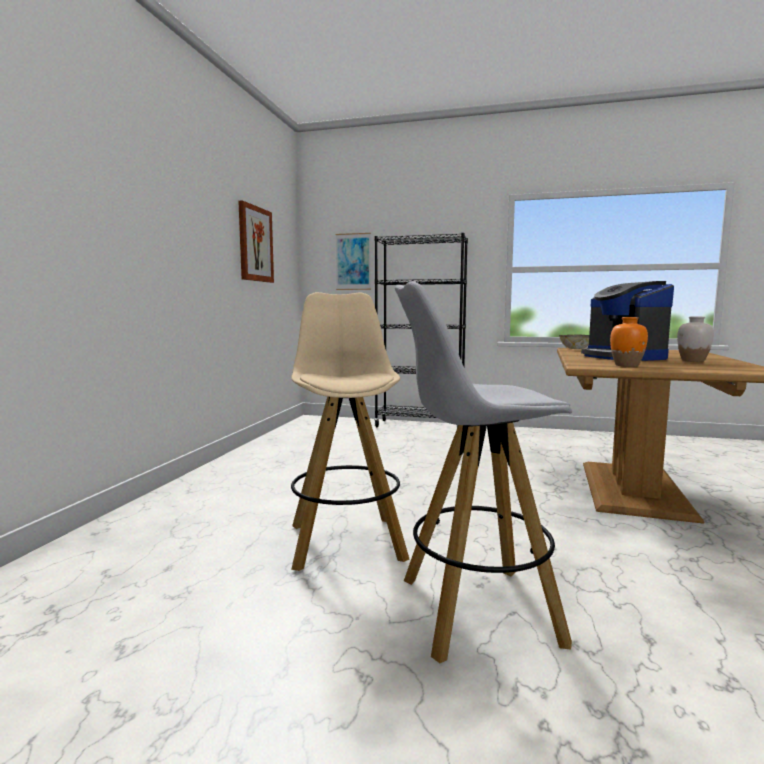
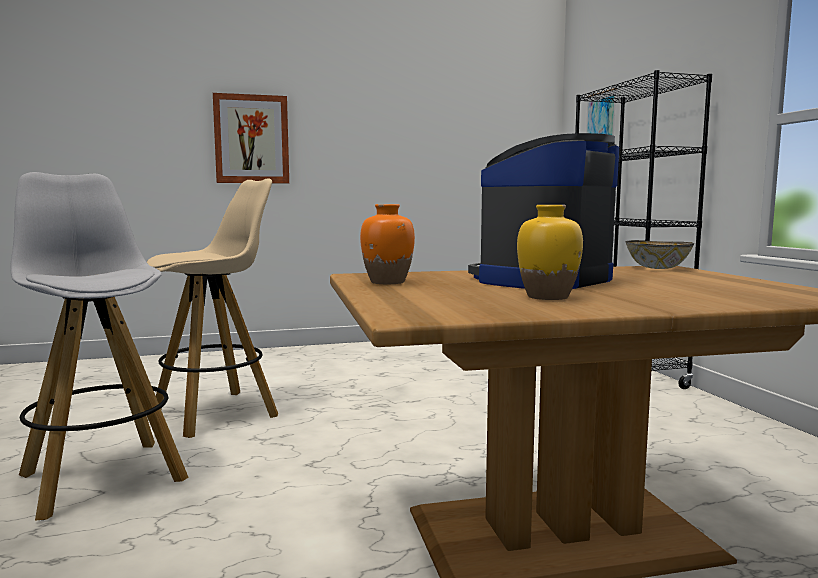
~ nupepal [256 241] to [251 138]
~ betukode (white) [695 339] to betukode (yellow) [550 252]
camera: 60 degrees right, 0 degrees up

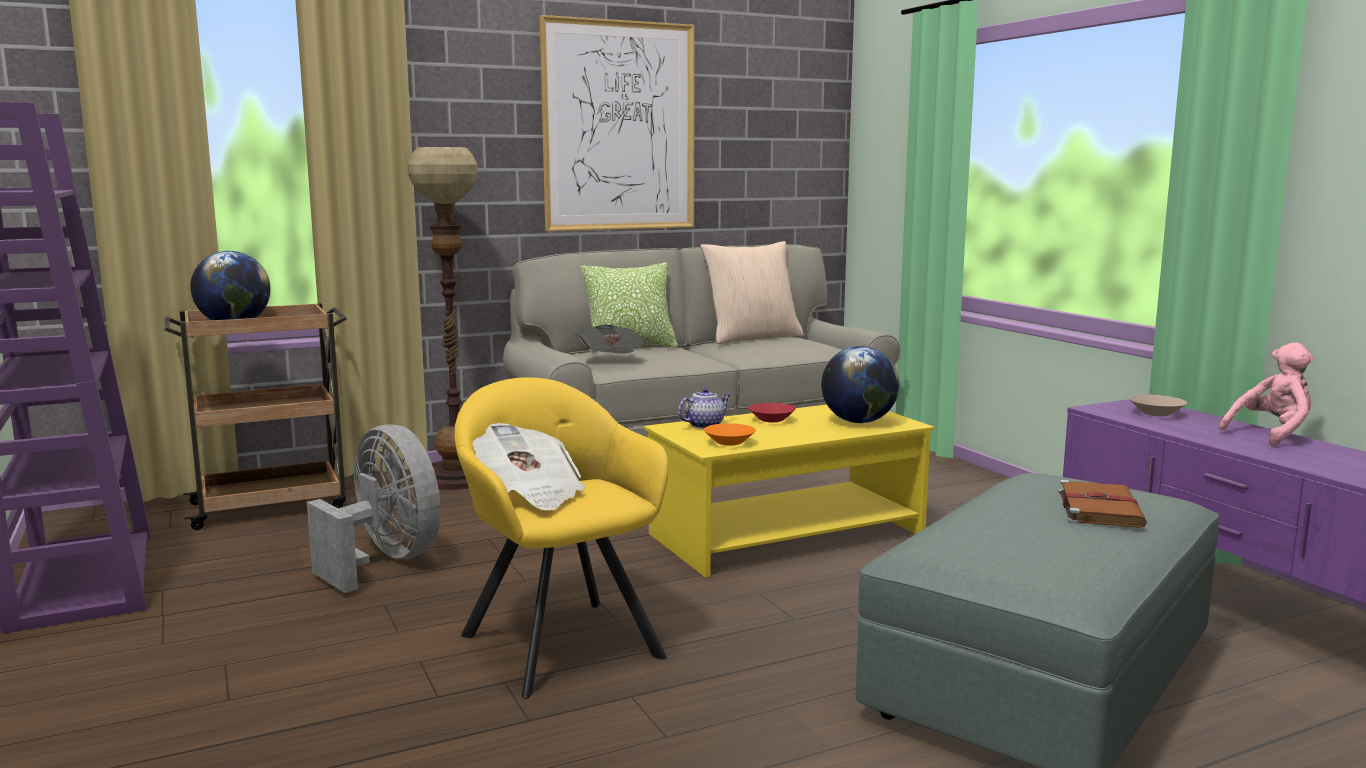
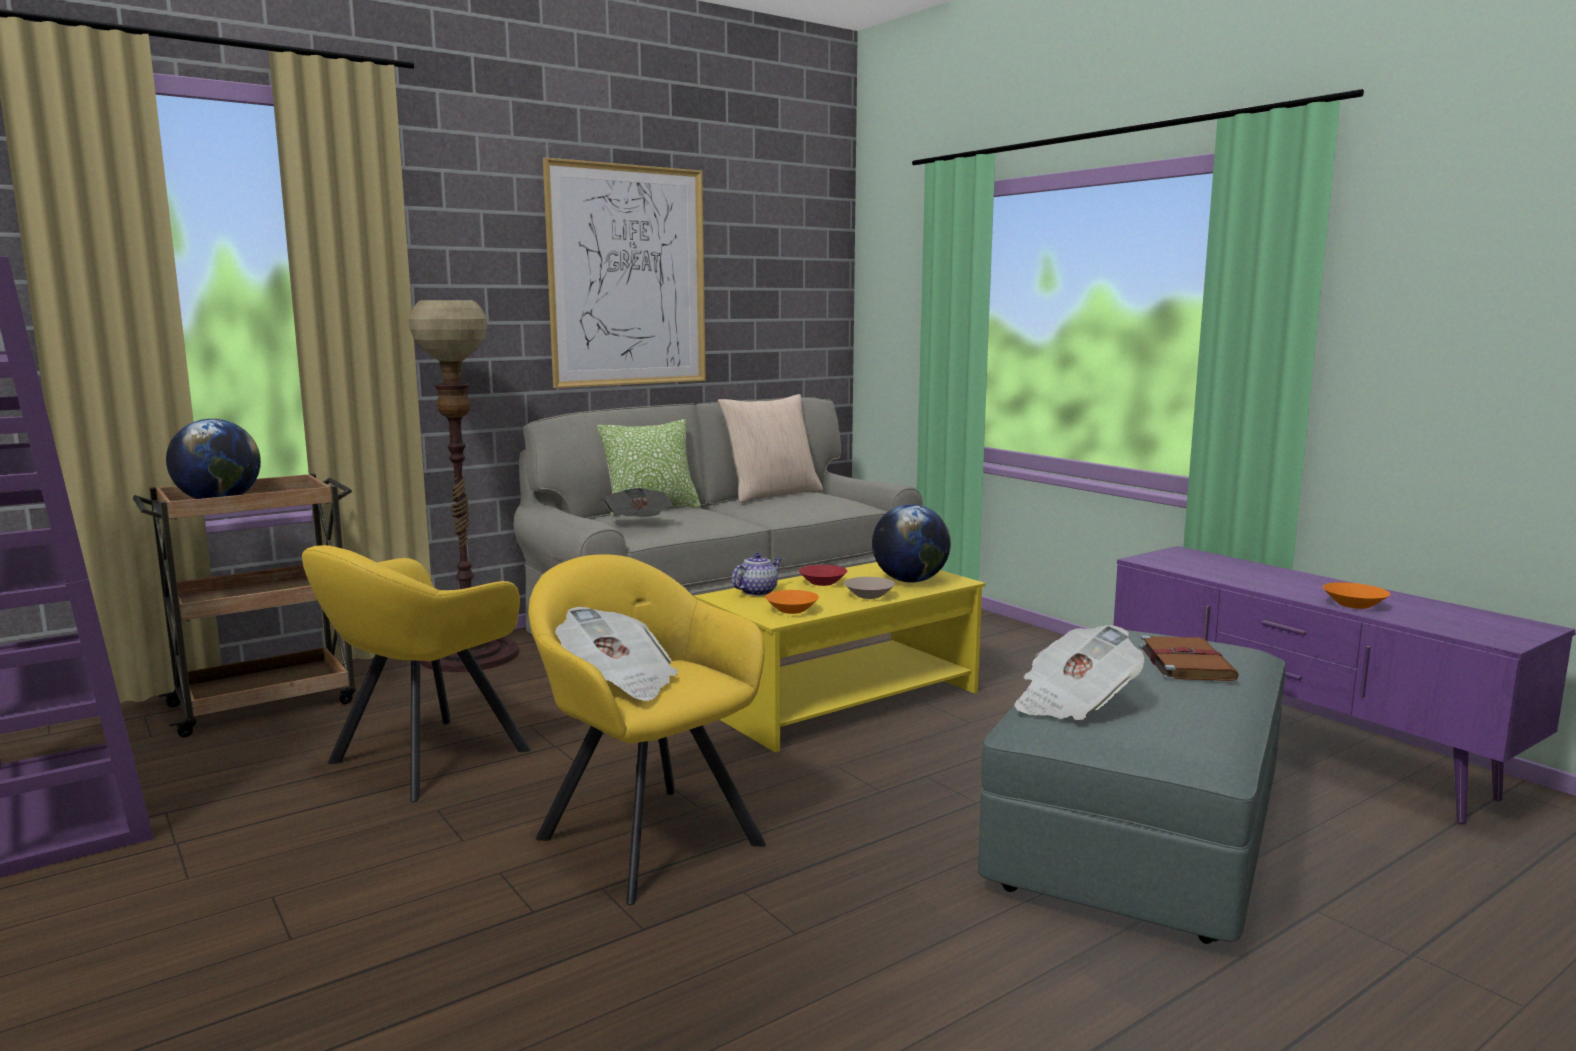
~ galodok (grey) [373 508] to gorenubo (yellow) [416 673]
~ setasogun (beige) [1158 405] to [869 588]
+ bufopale [1079 672]
+ setasogun (orange) [1356 595]
- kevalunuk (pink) [1266 394]
camera: 10 degrees left, 0 degrees up

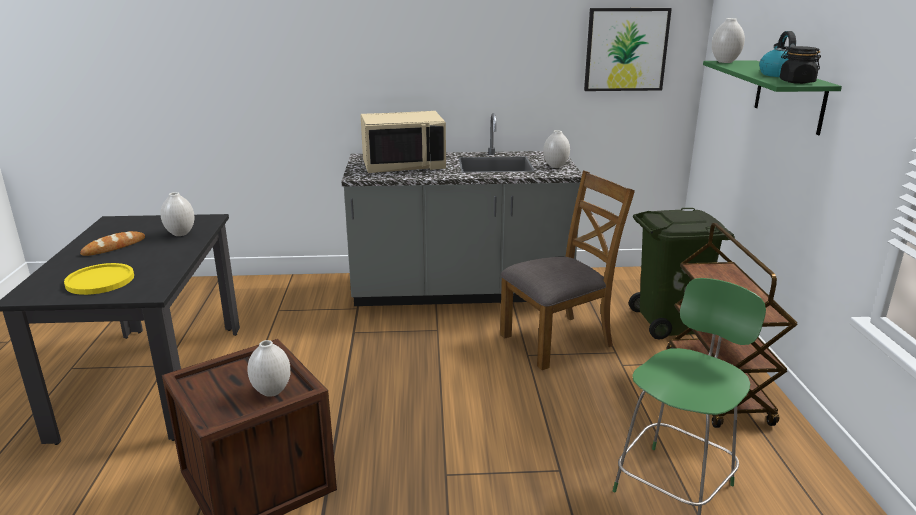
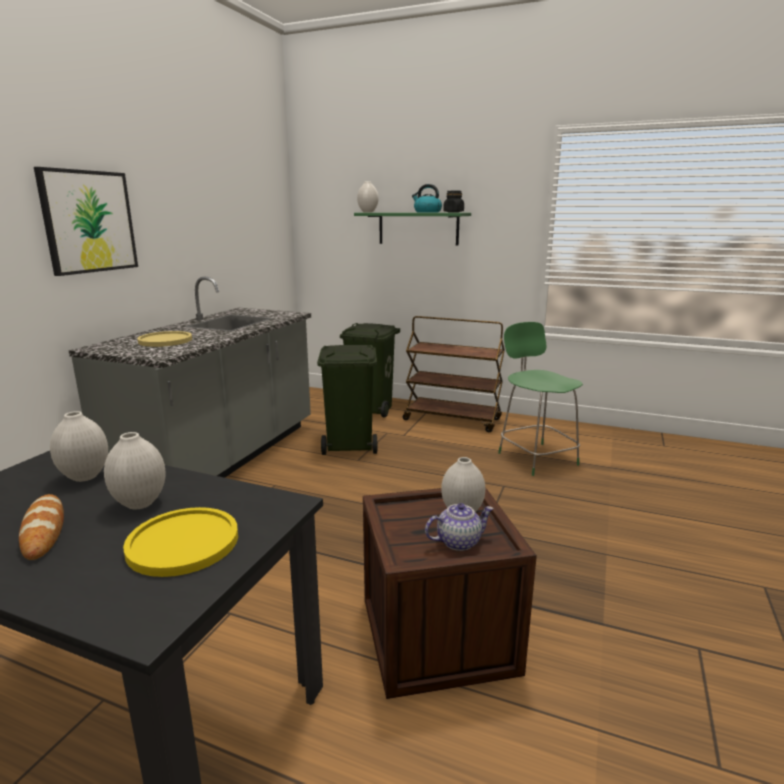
~ nupepal [628 49] to [86 221]
~ betukode (white) [556 149] to [135 470]
~ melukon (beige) [403 142] to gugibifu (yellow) [164 339]
~ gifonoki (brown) [567 270] to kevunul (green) [347 400]
+ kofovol [459 527]
camera: 65 degrees left, 5 degrees down

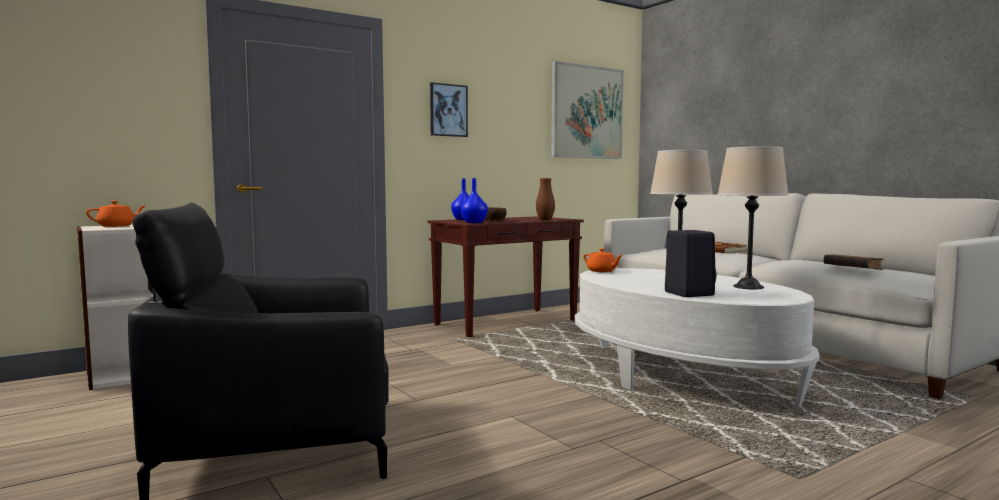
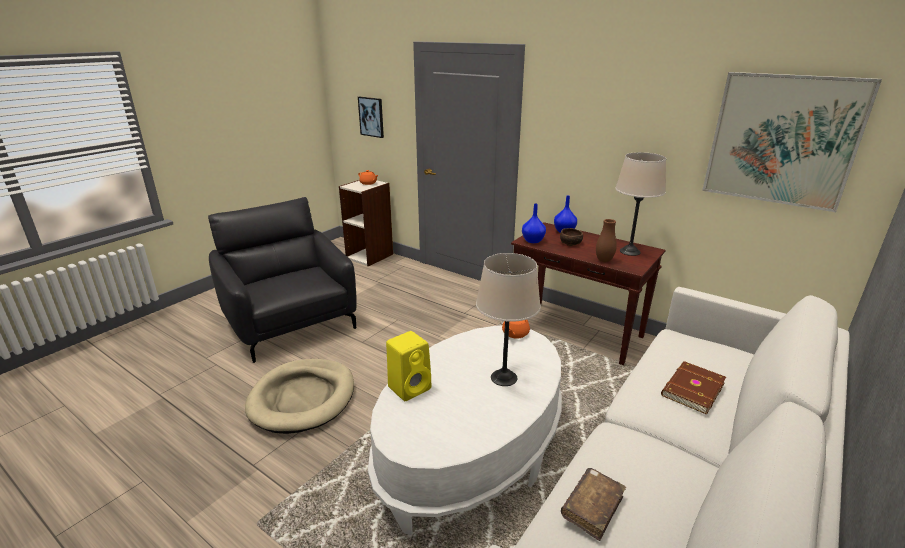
+ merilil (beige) [299 396]
~ nupepal [449 109] to [371 117]
~ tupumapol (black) [690 263] to tupumapol (yellow) [408 366]
~ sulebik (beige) [753 217] to [640 204]
camera: 70 degrees right, 20 degrees up

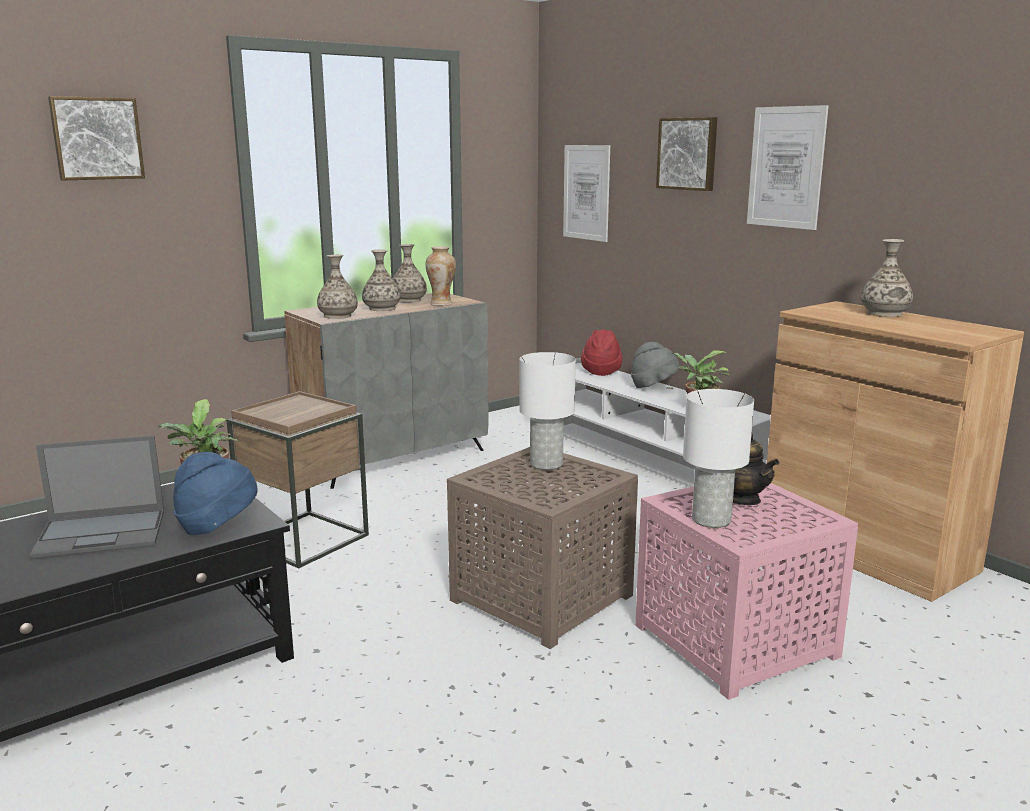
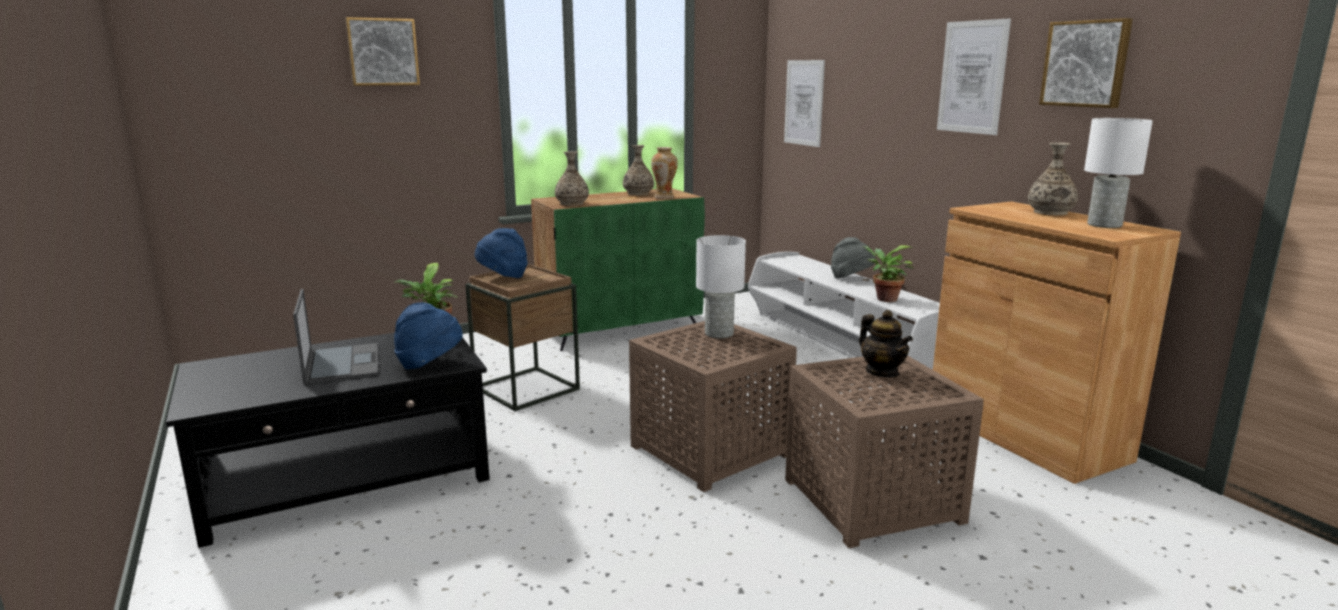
~ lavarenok [97 496] = [335 336] 105 degrees counterclockwise
+ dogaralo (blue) [501 253]
~ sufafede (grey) [386 391] to sufafede (green) [618 269]
~ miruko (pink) [746 591] to miruko (brown) [884 451]
~ nupepal [686 154] to [1086 63]
~ sulebik (white) [718 458] to [1118 173]
- betukode [381 280]
- dogaralo (red) [601 352]
camera: 10 degrees right, 0 degrees up

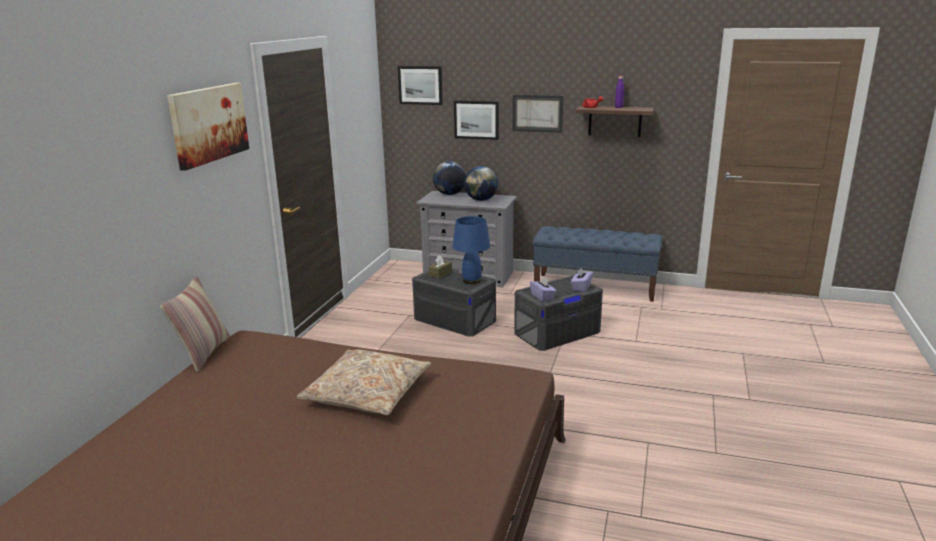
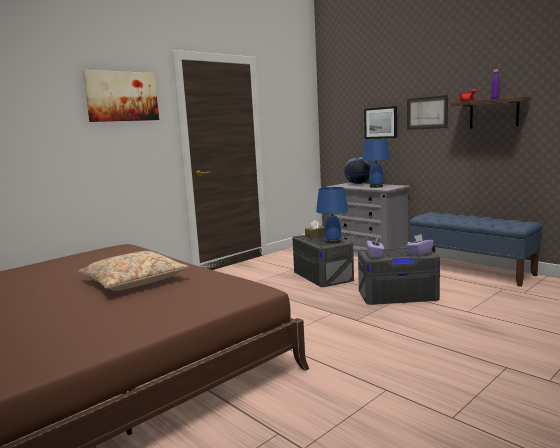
~ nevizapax [481 183] to sulebik (blue) [376 163]
- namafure [195 324]
- nupepal [420 85]
camera: 30 degrees right, 10 degrees down

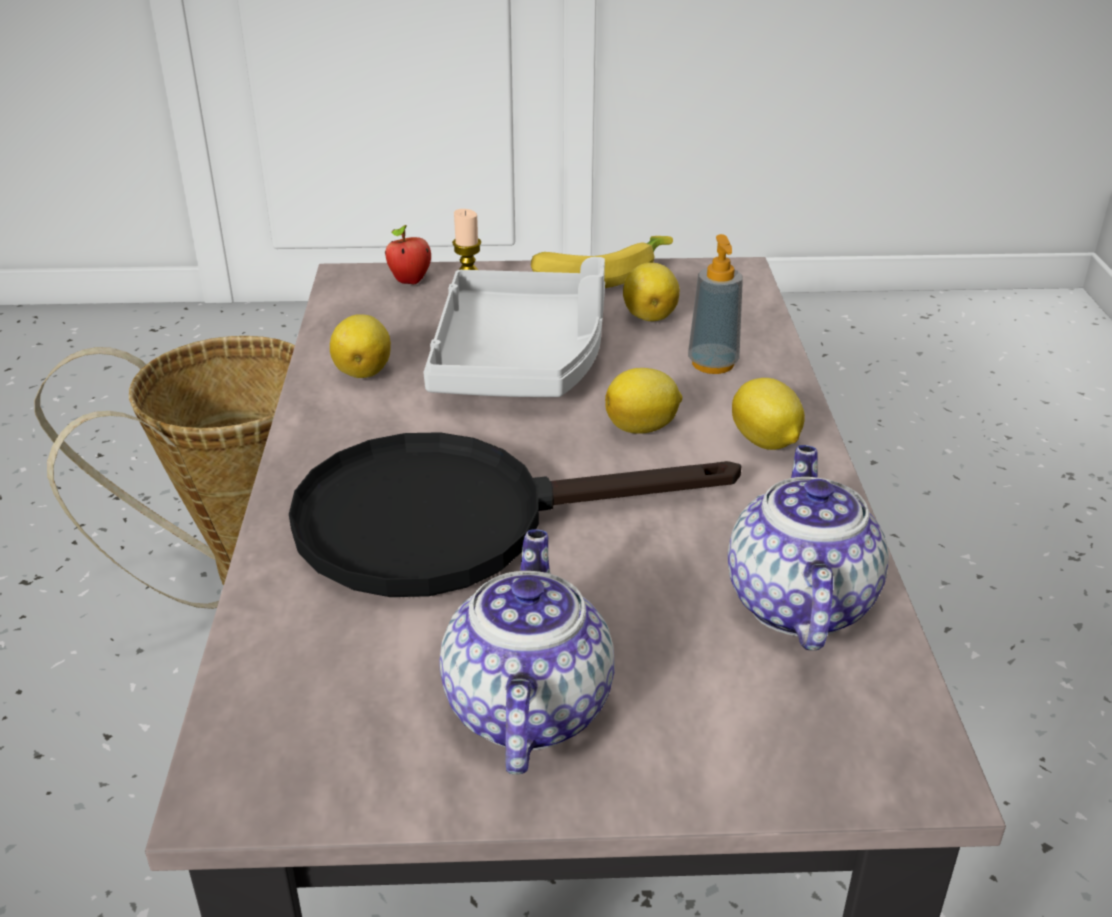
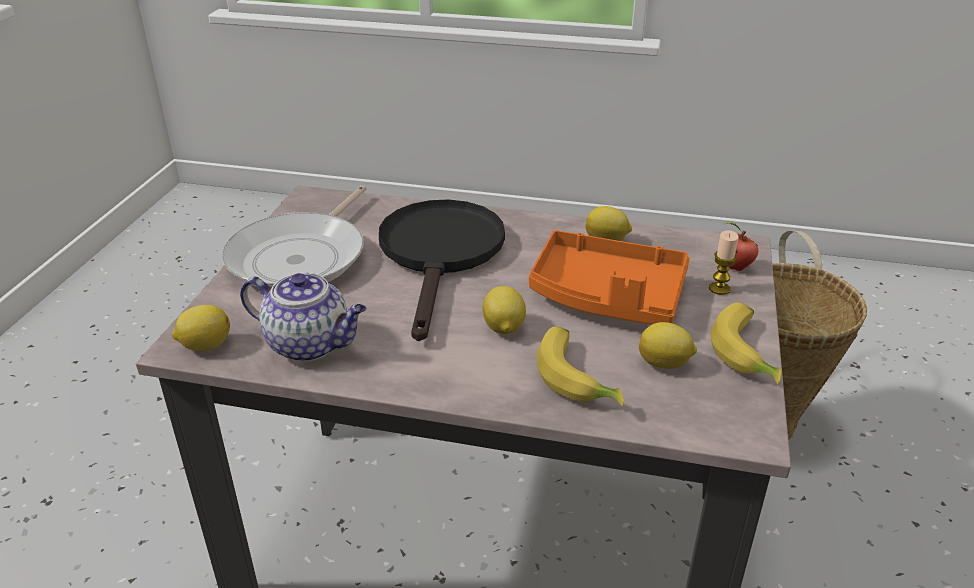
~ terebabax [768 414] to [201 328]
~ kofovol [527 652] to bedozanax [294 236]
~ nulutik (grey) [514 327] to nulutik (orange) [609 277]
~ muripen [715 304] to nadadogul [580 366]
camera: 105 degrees right, 0 degrees up

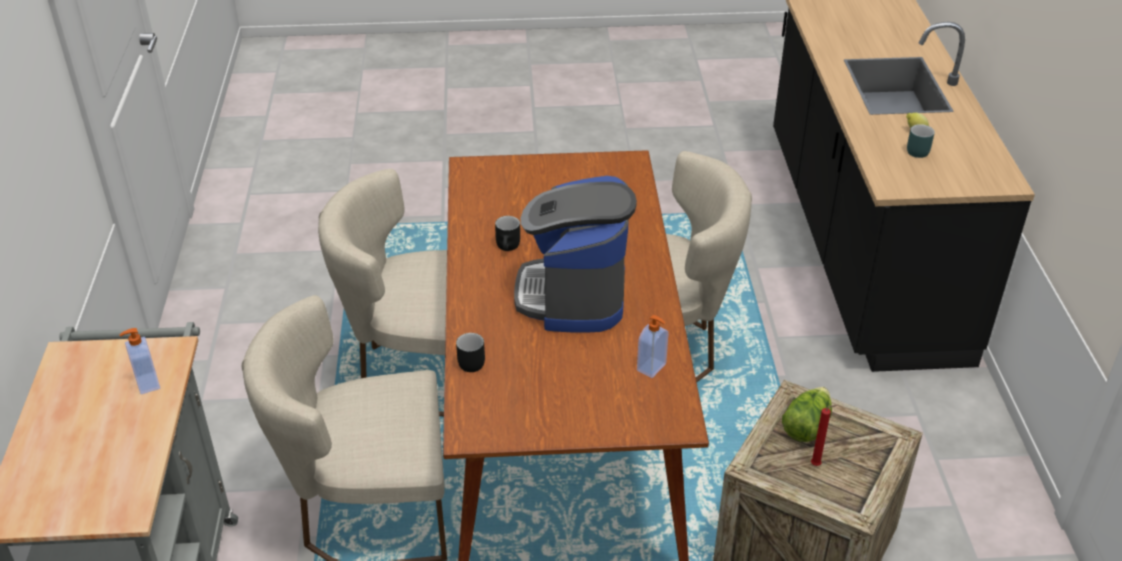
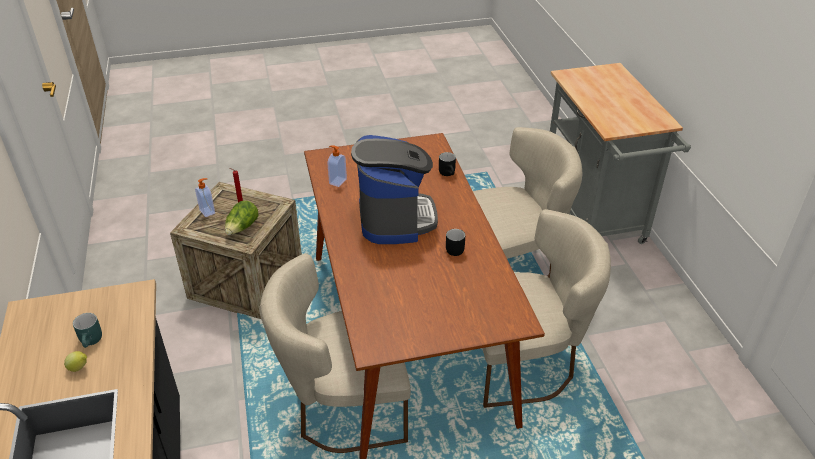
~ muripen [140 361] to [205 197]
camera: 170 degrees right, 0 degrees up

